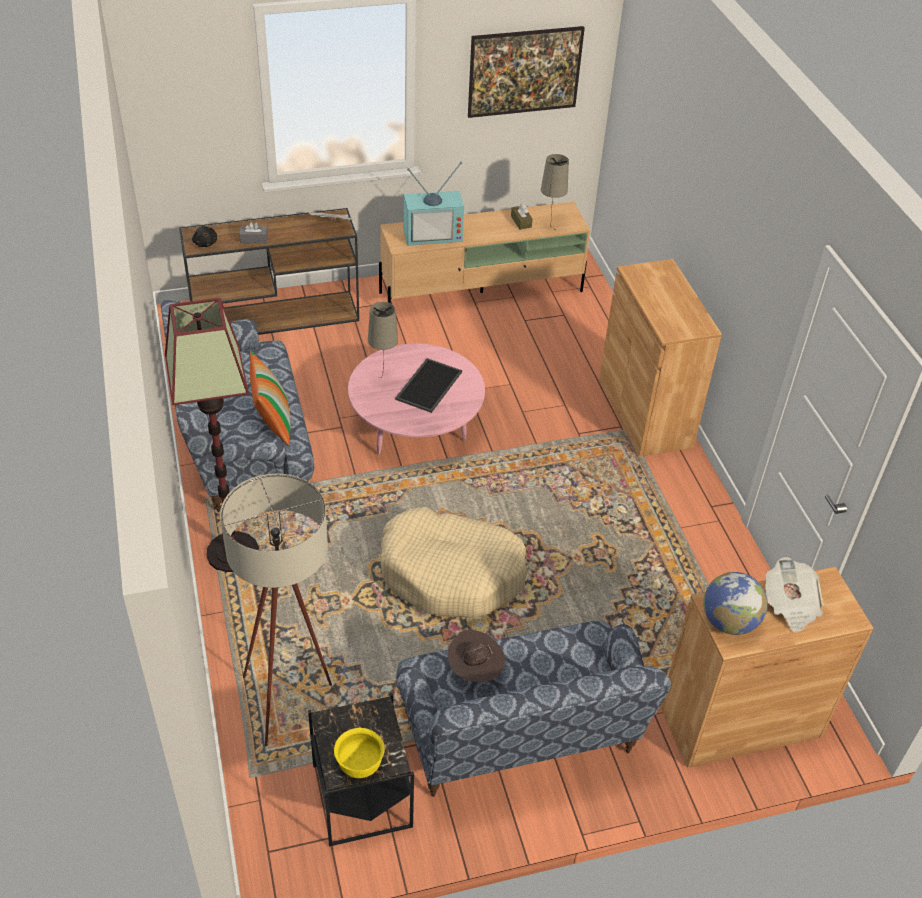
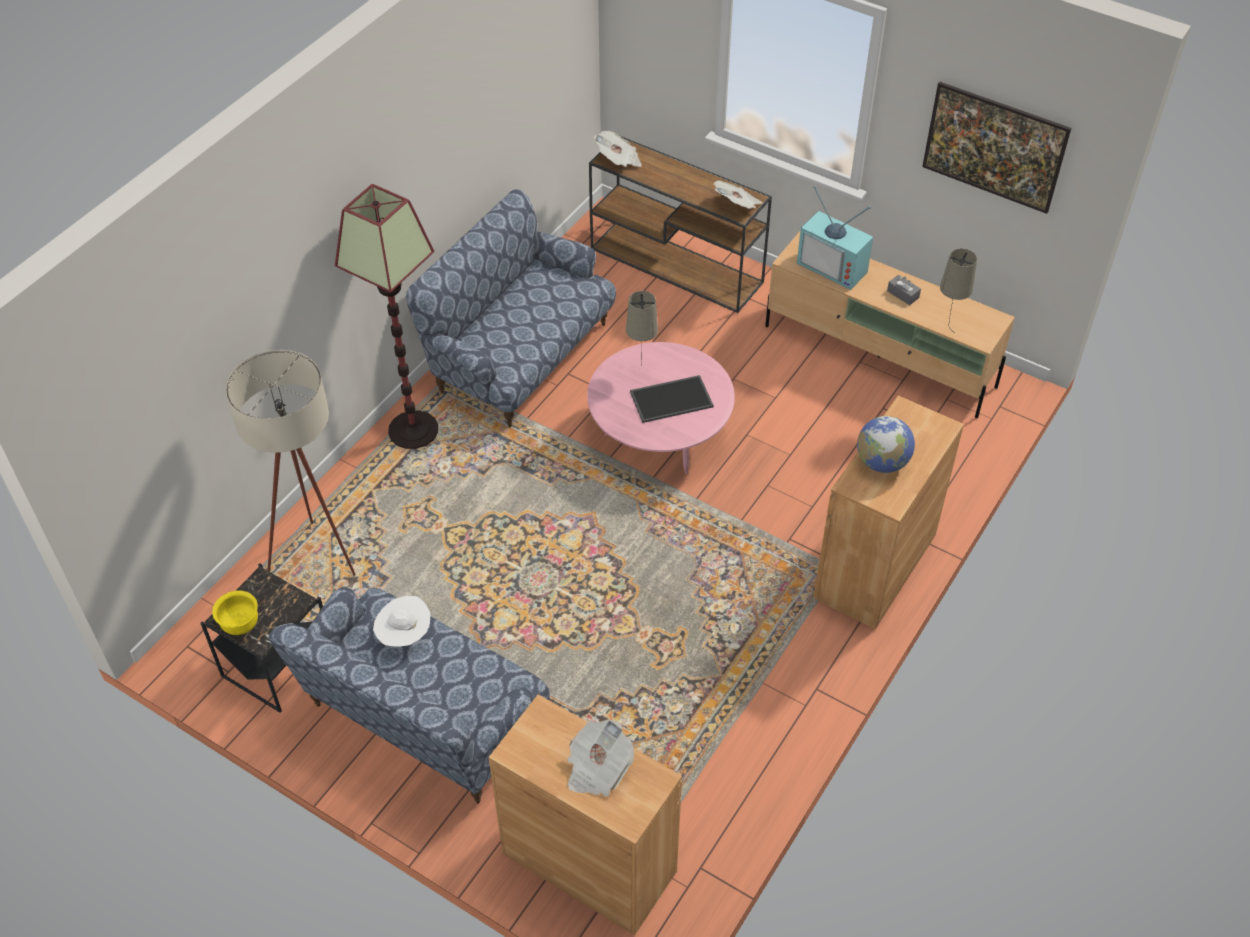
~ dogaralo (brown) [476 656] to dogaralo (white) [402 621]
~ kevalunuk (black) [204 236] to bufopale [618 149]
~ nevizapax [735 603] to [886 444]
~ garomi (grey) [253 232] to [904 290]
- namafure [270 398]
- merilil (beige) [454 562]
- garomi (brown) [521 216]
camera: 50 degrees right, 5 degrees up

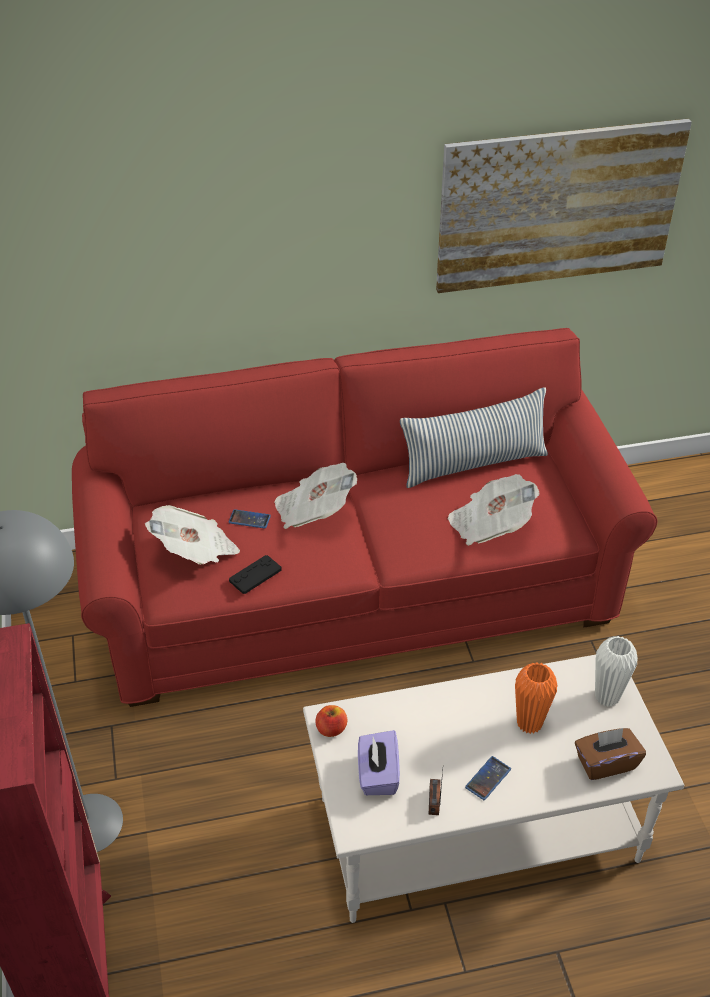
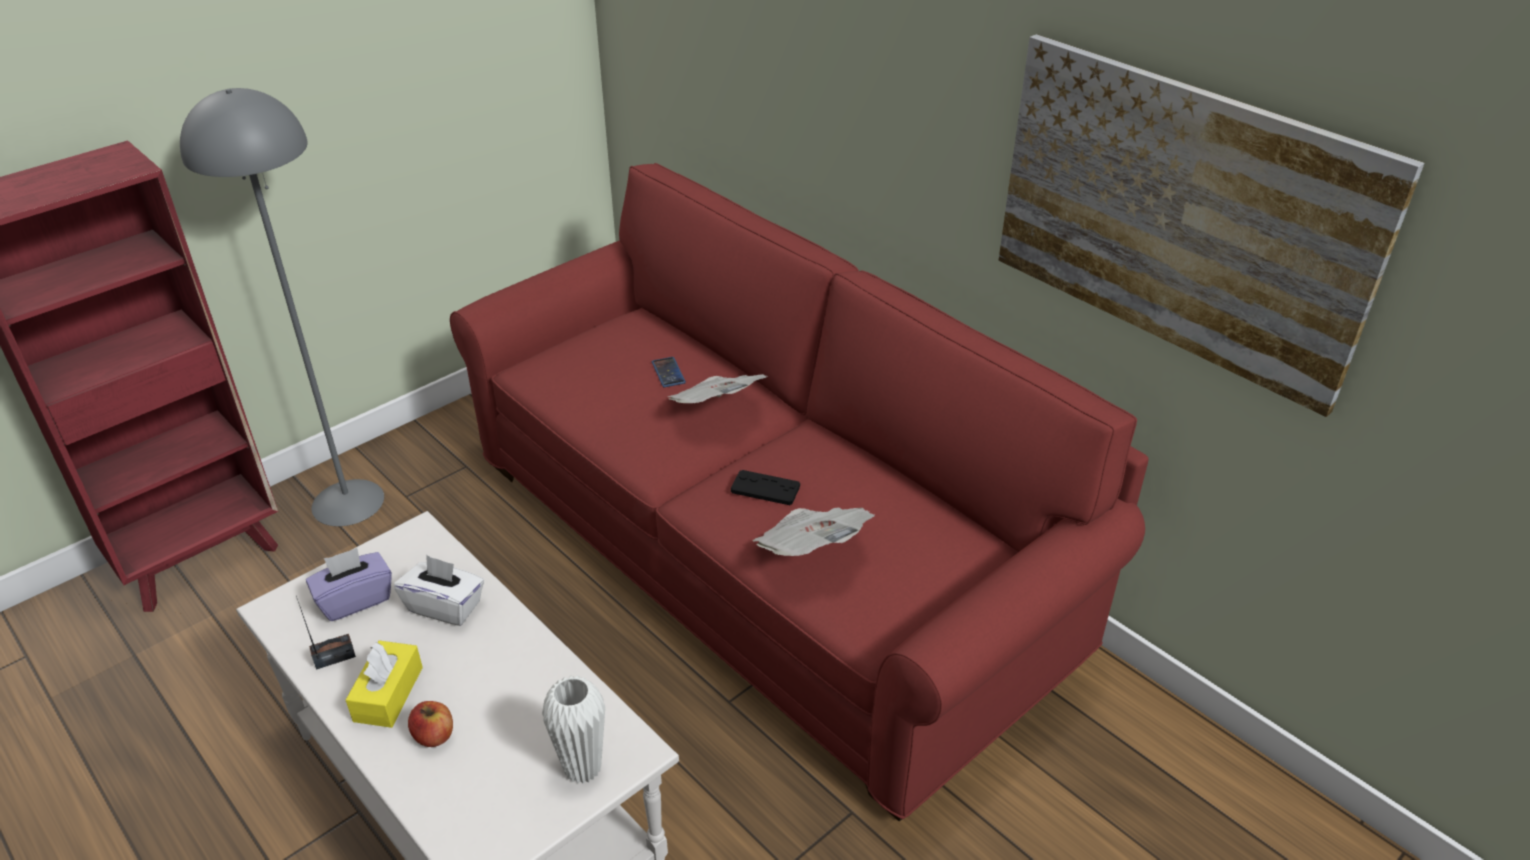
~ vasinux [488 778] to garomi (yellow) [384 684]
+ garomi (white) [439 590]
~ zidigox [331 721] to [430 724]
~ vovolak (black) [255 574] to [765 487]
- bufopale [192 535]
- namafure [474 437]
- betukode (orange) [536 698]
- garomi (brown) [610 754]
camera: 60 degrees right, 5 degrees down

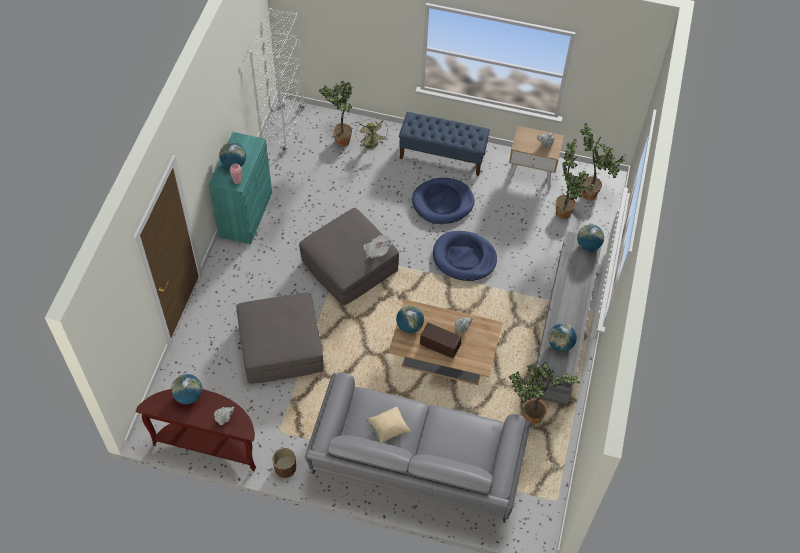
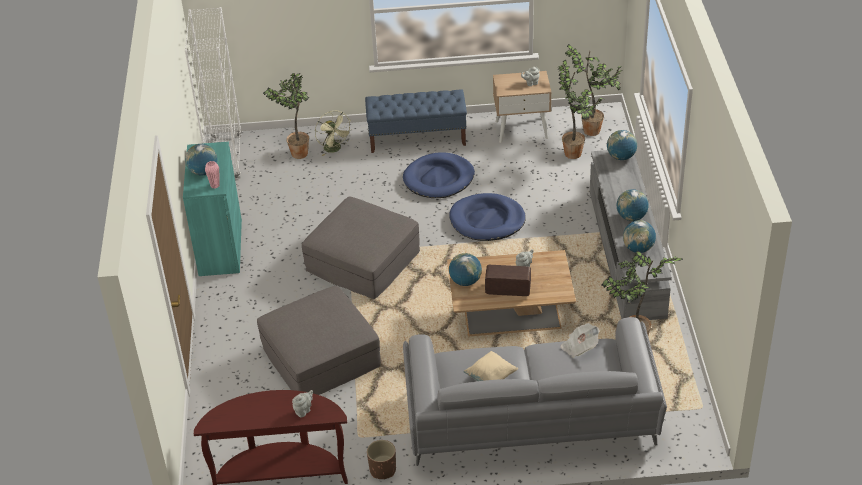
~ bufopale [377 246] to [580 340]
~ nevizapax [186 389] to [632 205]
camera: 15 degrees left, 15 degrees down

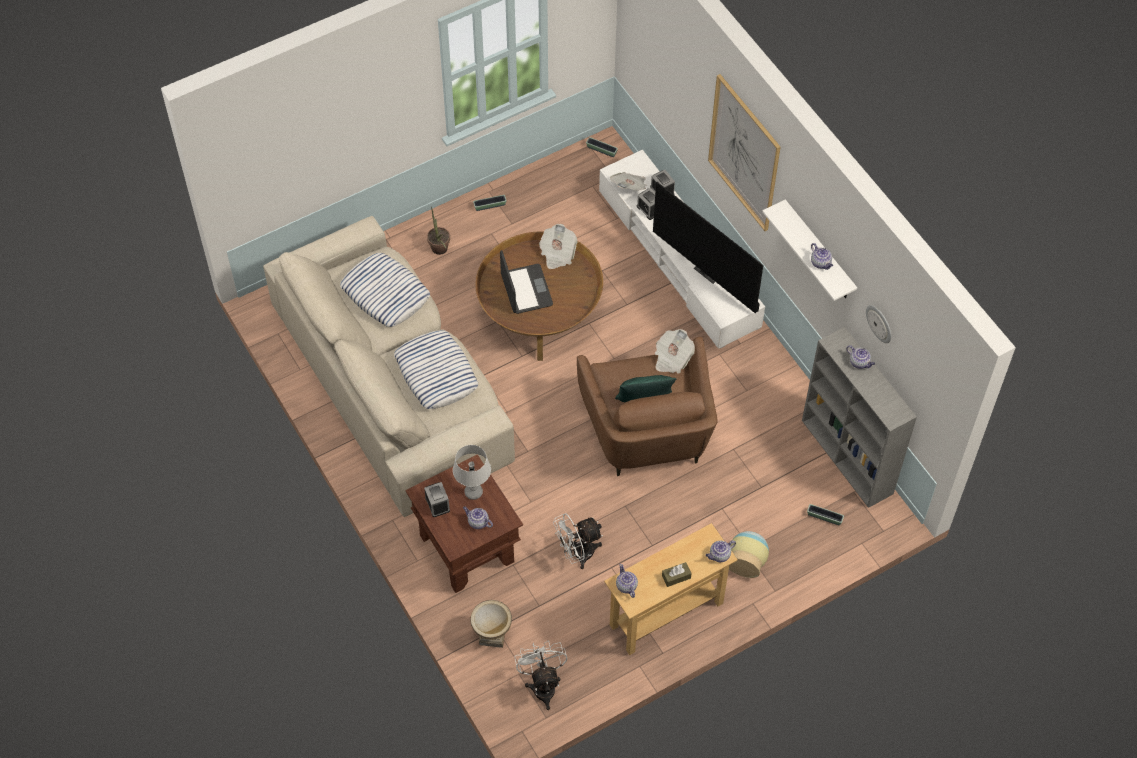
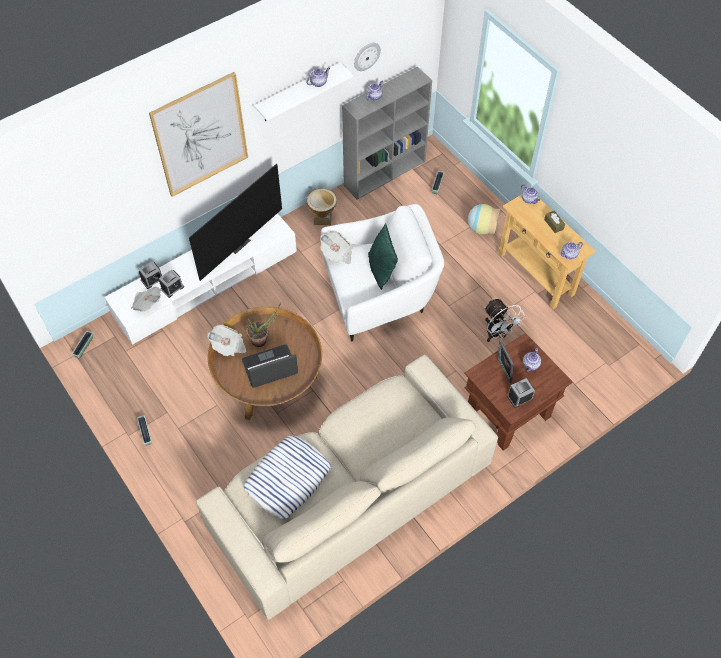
~ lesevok [438 231] to [263 324]
~ betukode [491 624] to [322 206]
~ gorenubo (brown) [647 406] to gorenubo (white) [382 273]
~ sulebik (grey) [472 472] to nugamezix [506 361]
- namafure [436 369]
- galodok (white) [541 675]
camera: 95 degrees left, 0 degrees up

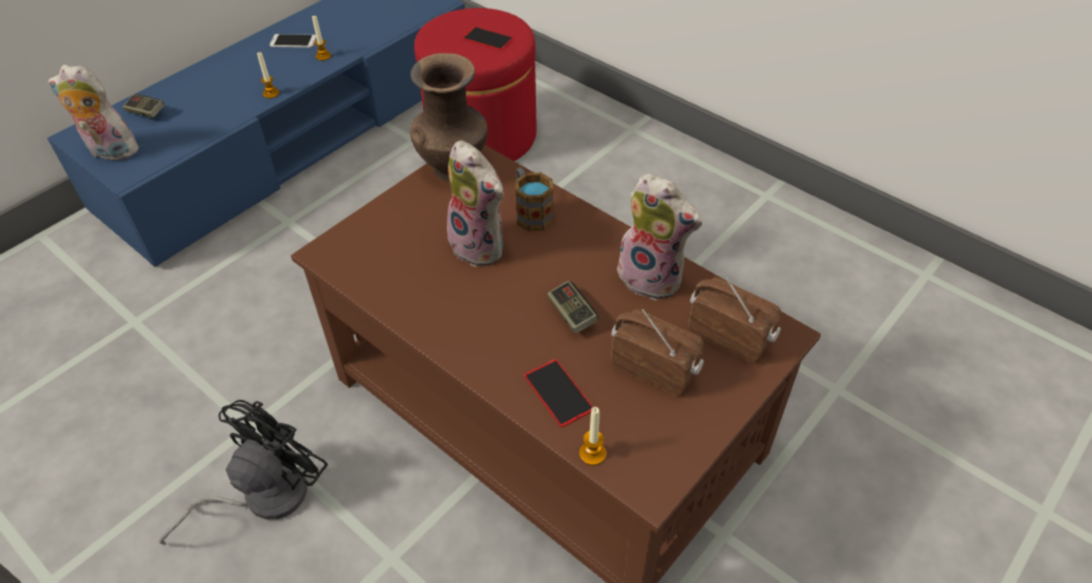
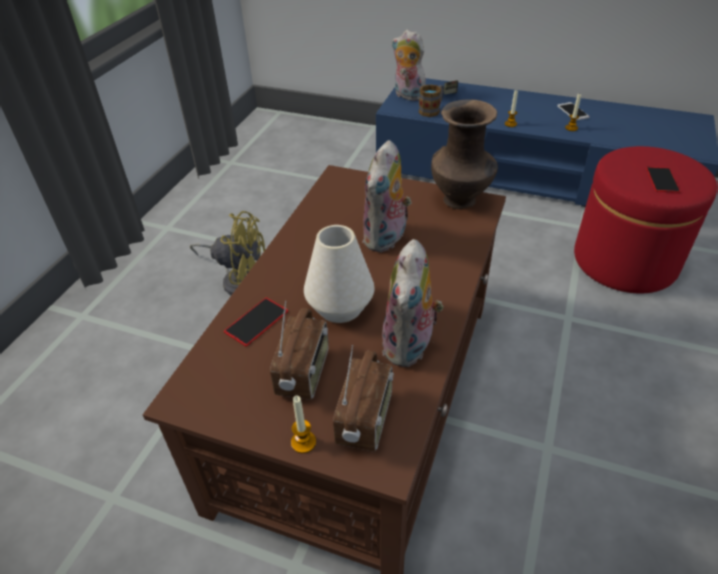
~ galodok (black) [243 472] to galodok (yellow) [227 253]
~ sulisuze [592 436] to [303 424]
~ vovolak [573 307] to betukode (white) [339 274]
~ kevalunuk [93 113] = [409 65] 45 degrees counterclockwise
~ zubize [534 199] to [431 100]
camera: 70 degrees right, 5 degrees down

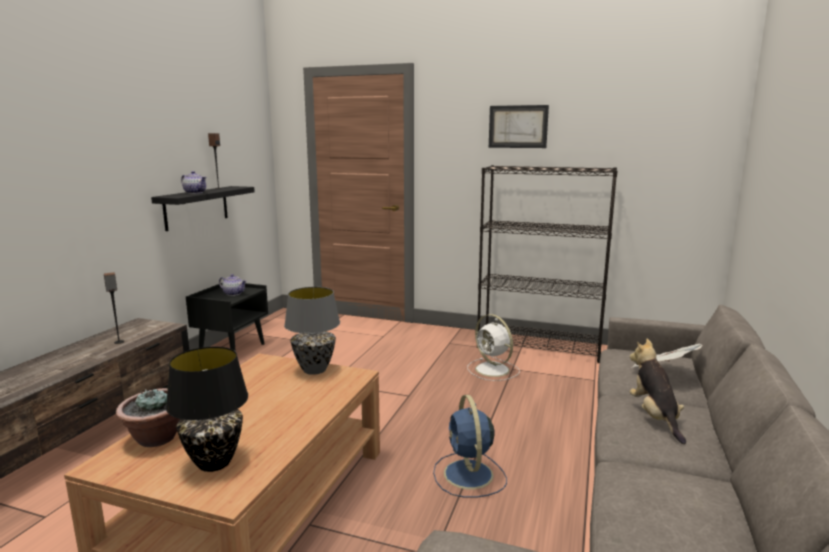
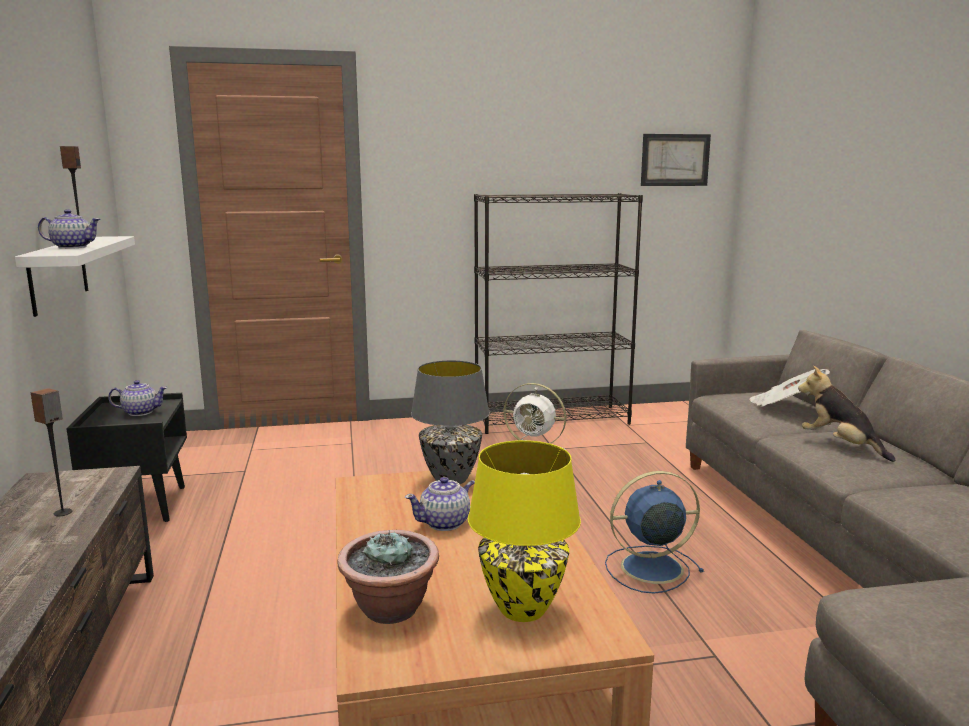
~ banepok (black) [203 208] to banepok (white) [75 276]
+ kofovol [440 504]
~ sulebik (black) [207 409] to sulebik (yellow) [524 531]
~ galodok (blue) [470 446] = [654 532] 120 degrees clockwise
~ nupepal [519 126] to [676 160]
camera: 30 degrees left, 0 degrees up

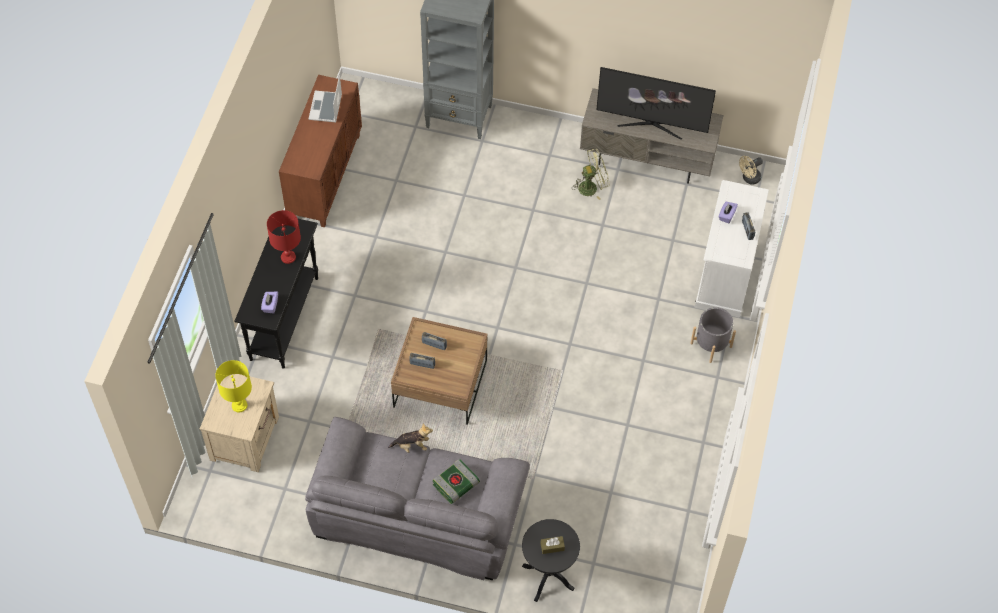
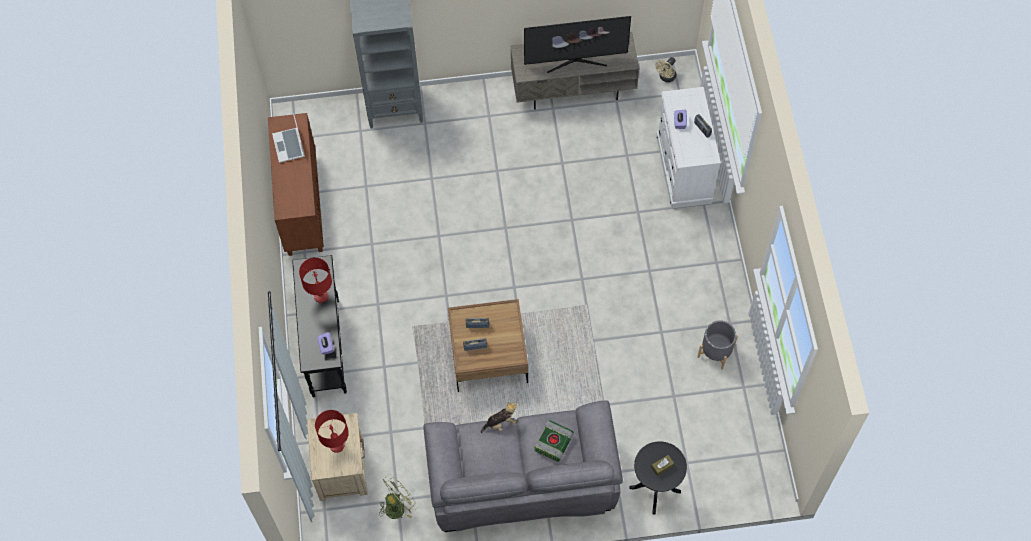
~ sulebik (yellow) [233 386] to sulebik (red) [332 431]
~ galodok (green) [591 174] to [398 497]
~ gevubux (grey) [713 335] to [718 345]
camera: 20 degrees left, 5 degrees up

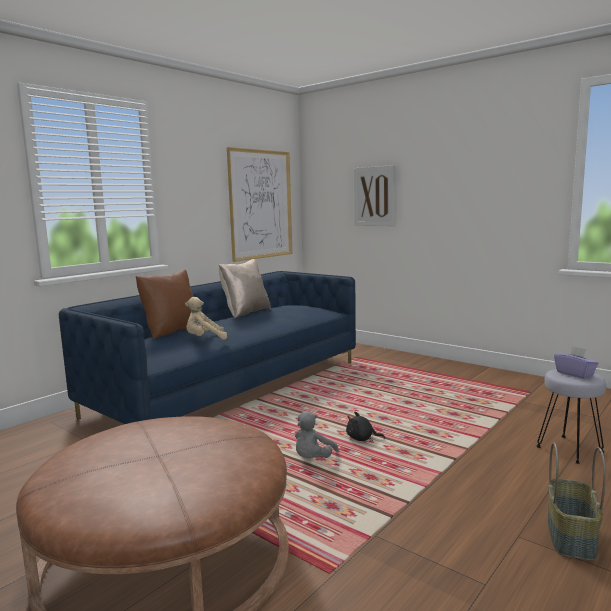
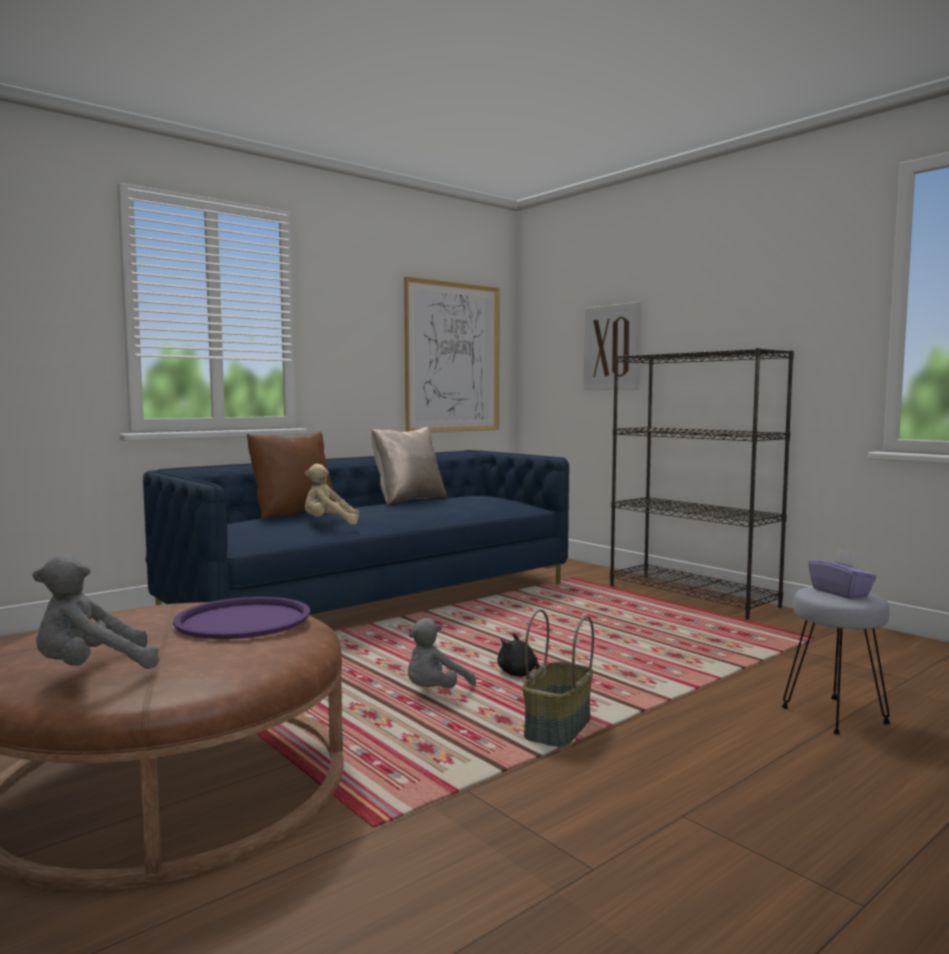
+ kevalunuk (grey) [95 611]
+ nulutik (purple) [241 618]
~ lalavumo [577 501] to [558 678]
+ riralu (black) [702 483]
camera: 10 degrees right, 5 degrees down

